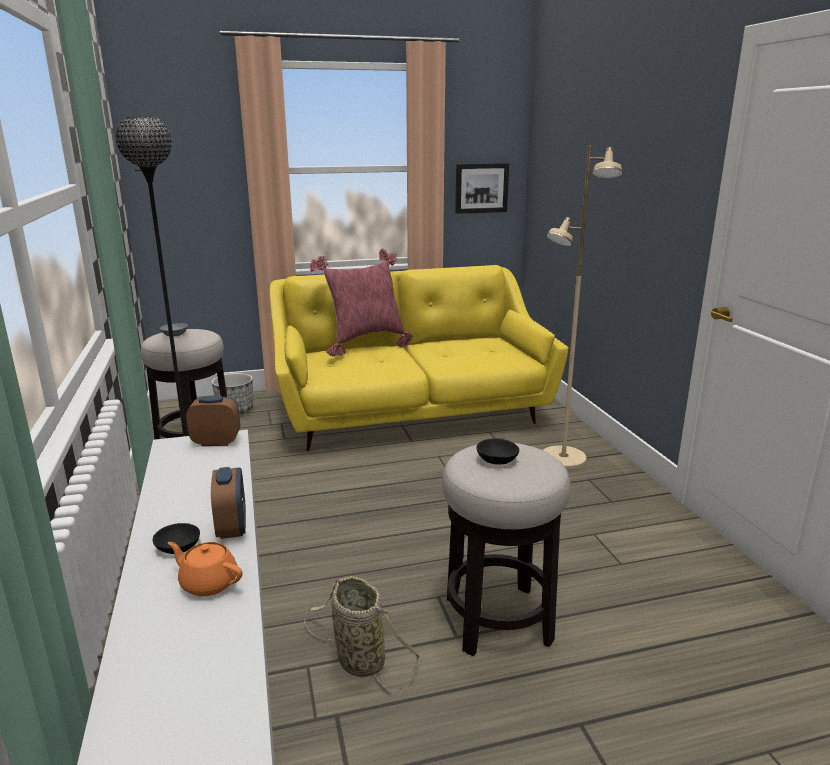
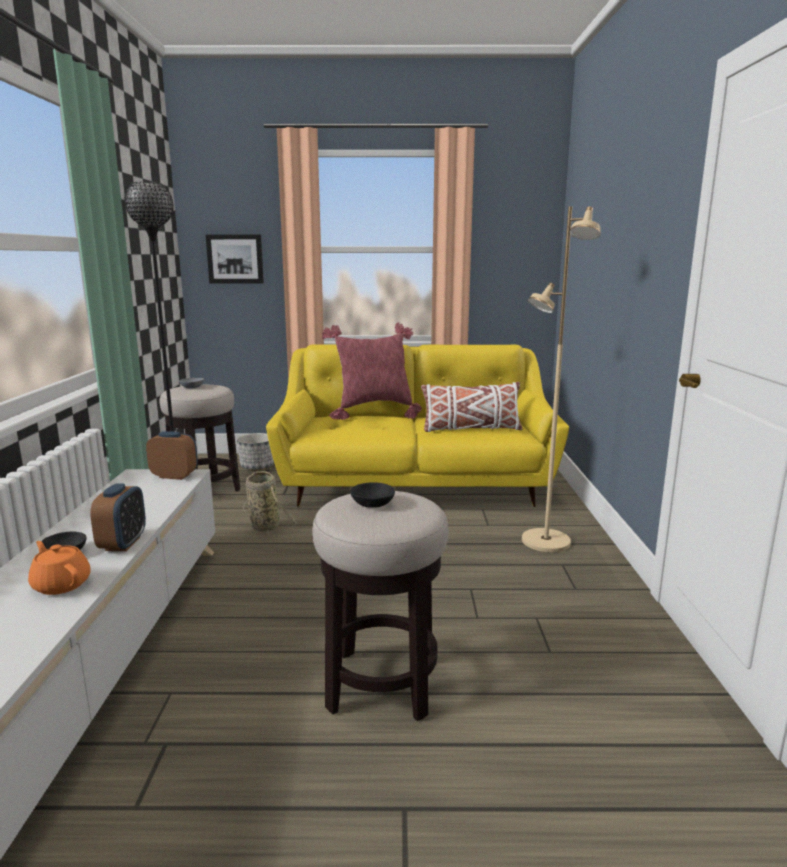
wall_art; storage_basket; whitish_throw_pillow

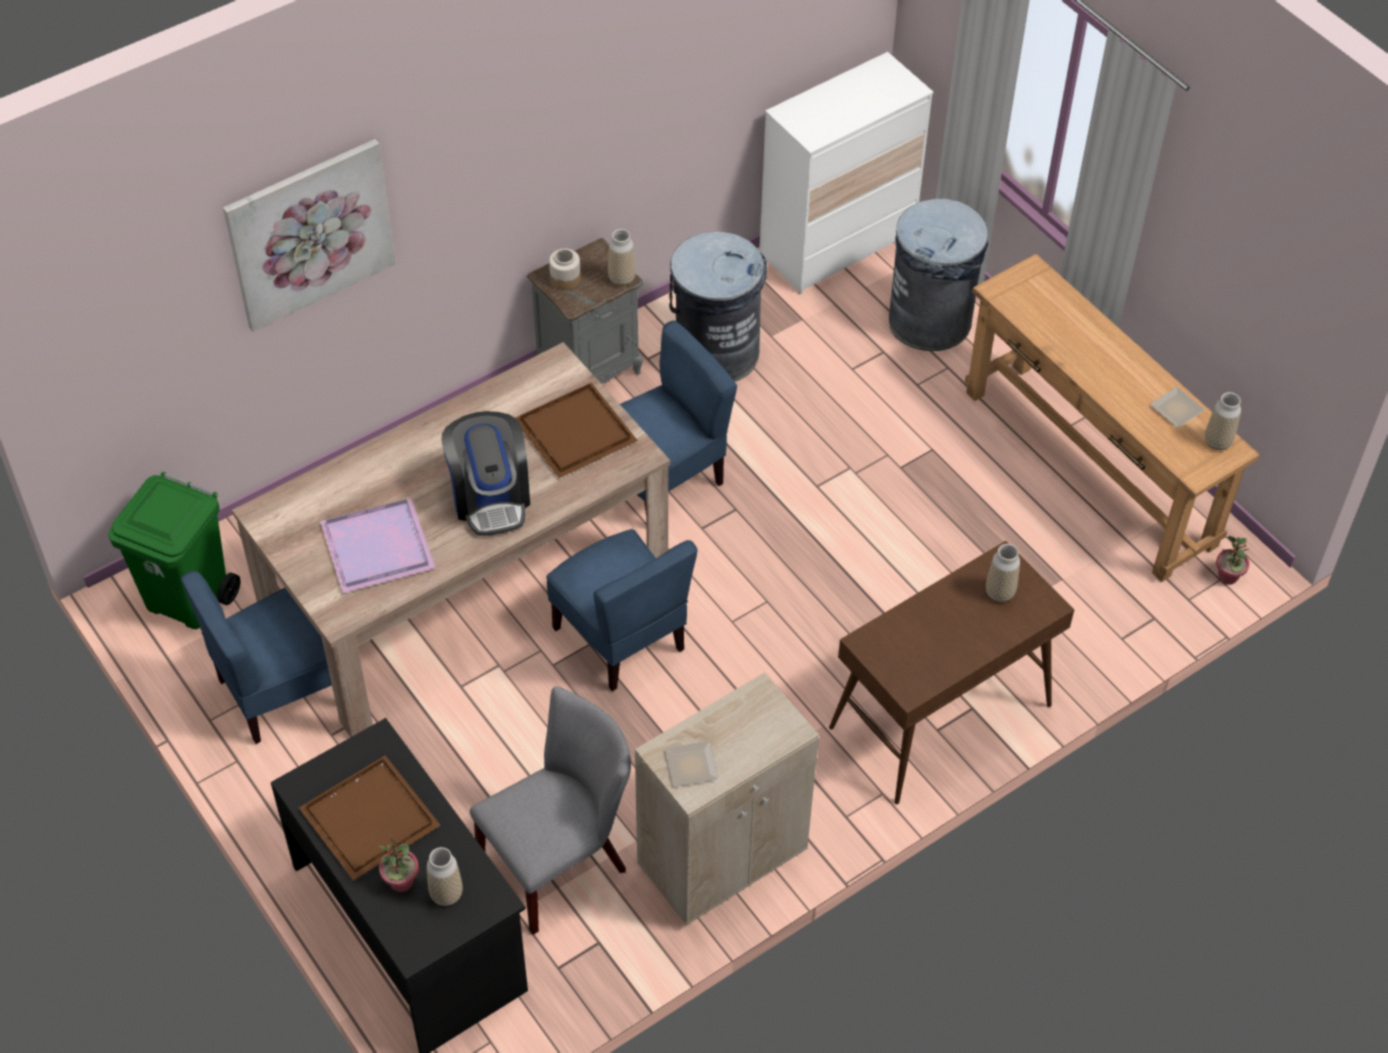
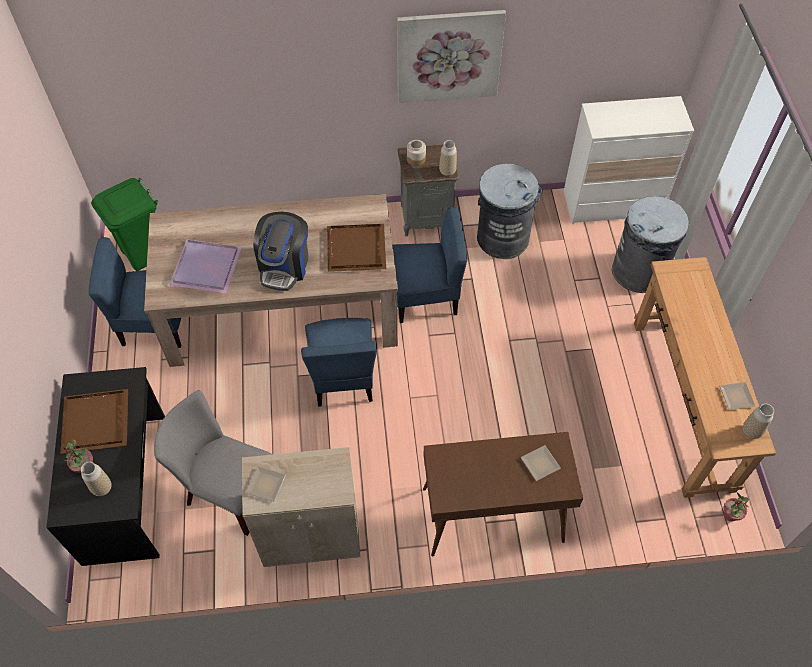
wall_art; plate (no. 2 from left); greyish_chair

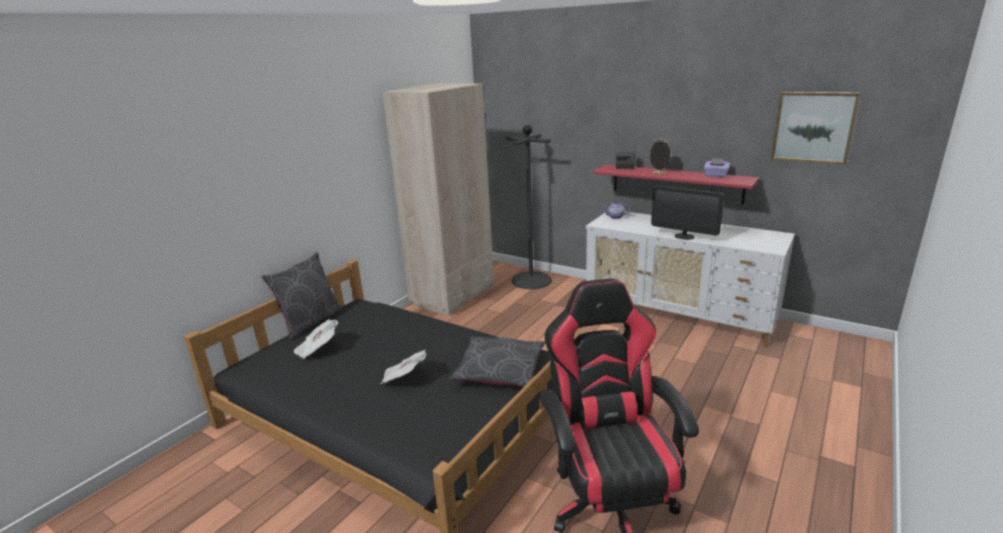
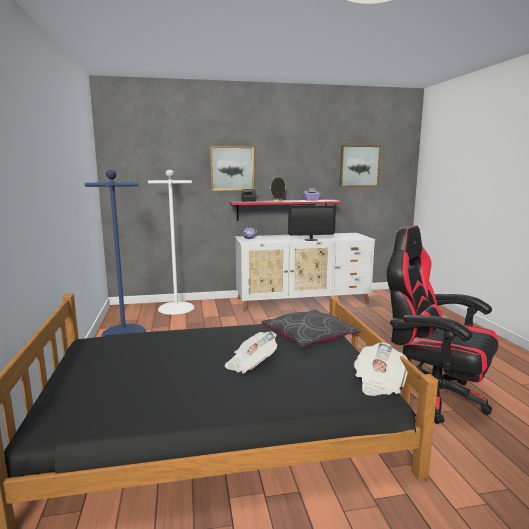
bluish_garment_stand; whitish_garment_stand; greyish_throw_pillow (no. 1 from left in the first image); daily_paper (no. 2 from left); wall_art (no. 1 from left)

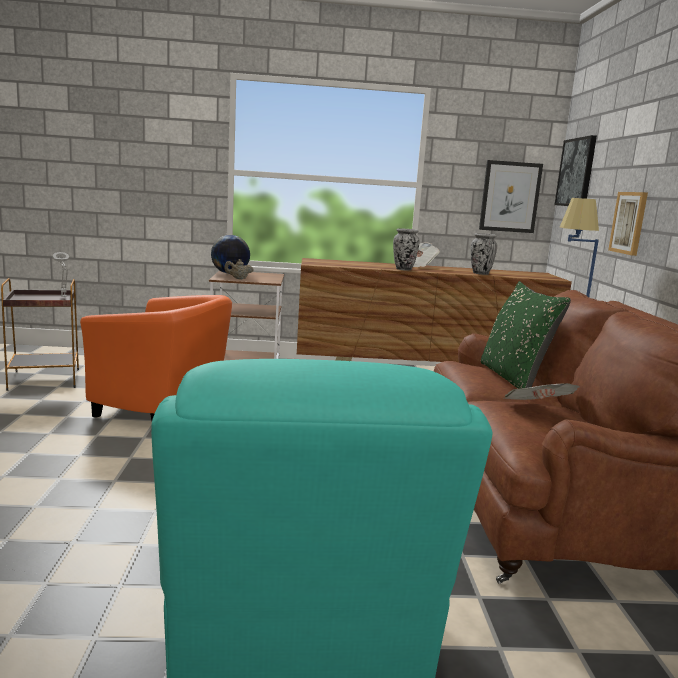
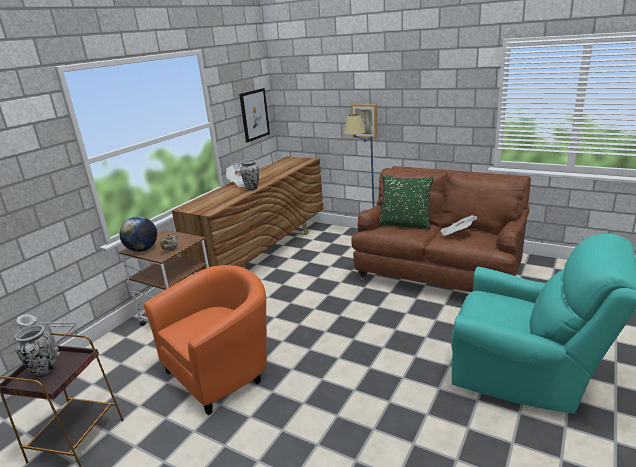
wall_art (no. 2 from left in the first image); vase (no. 1 from left)

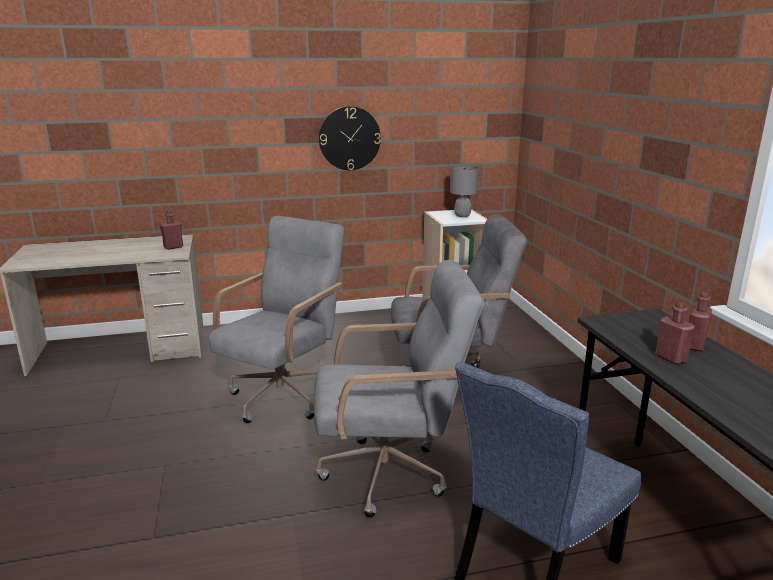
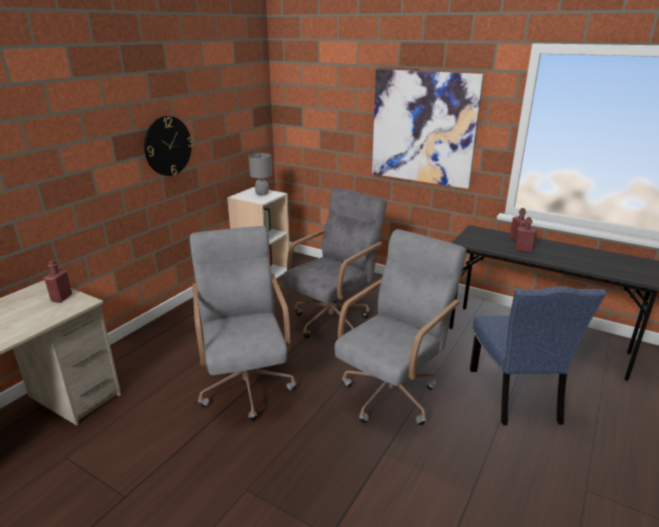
wall_art

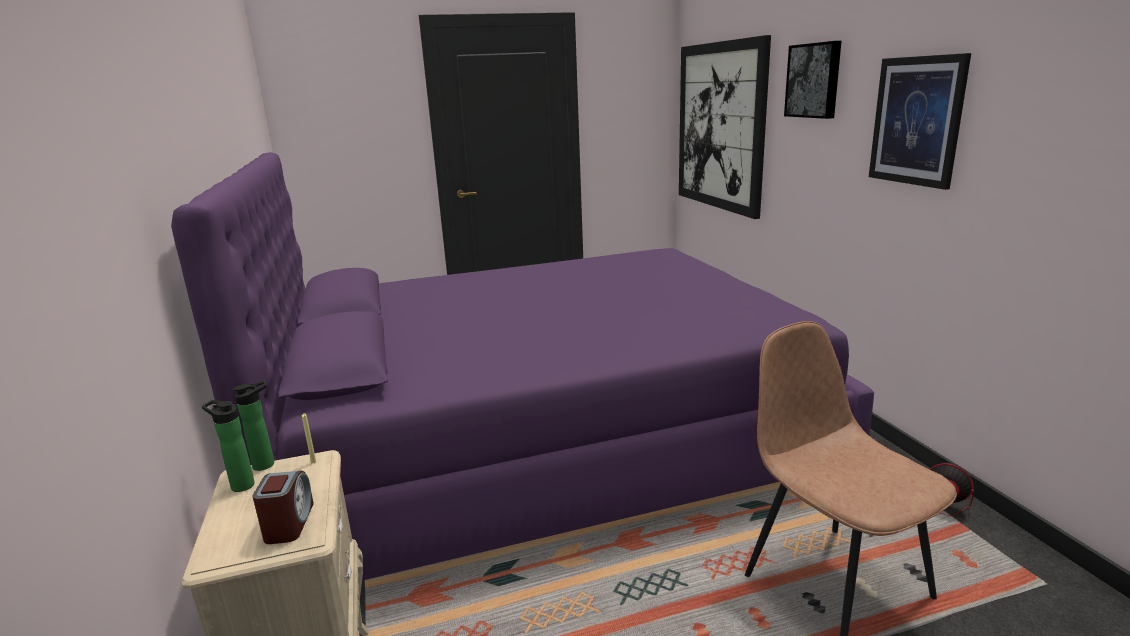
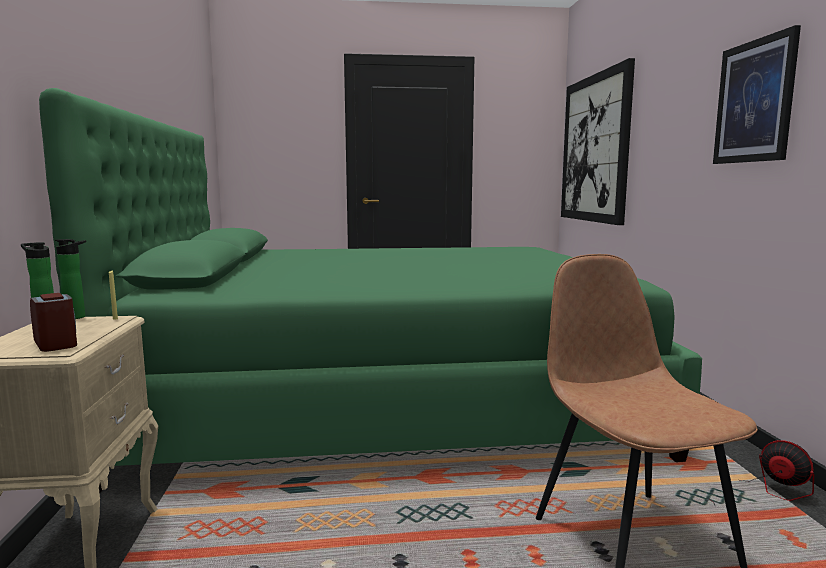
wall_art (no. 2 from left in the first image); greenish_bed; alarm_clock

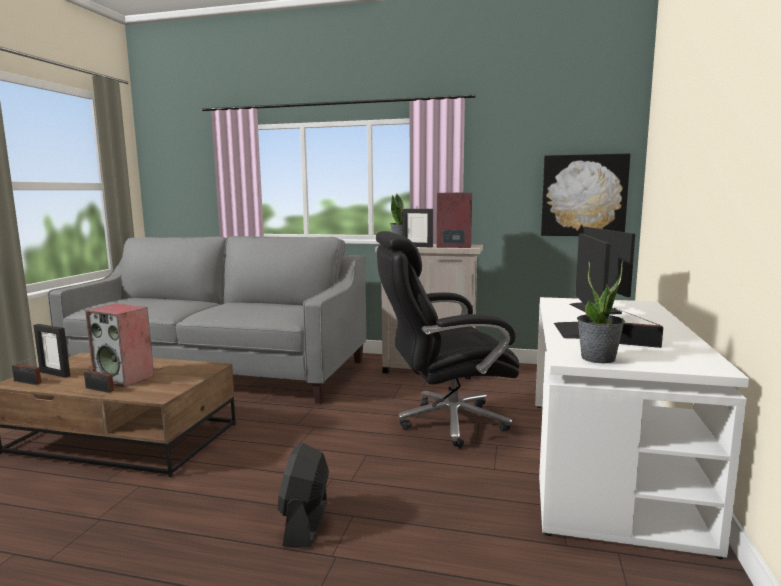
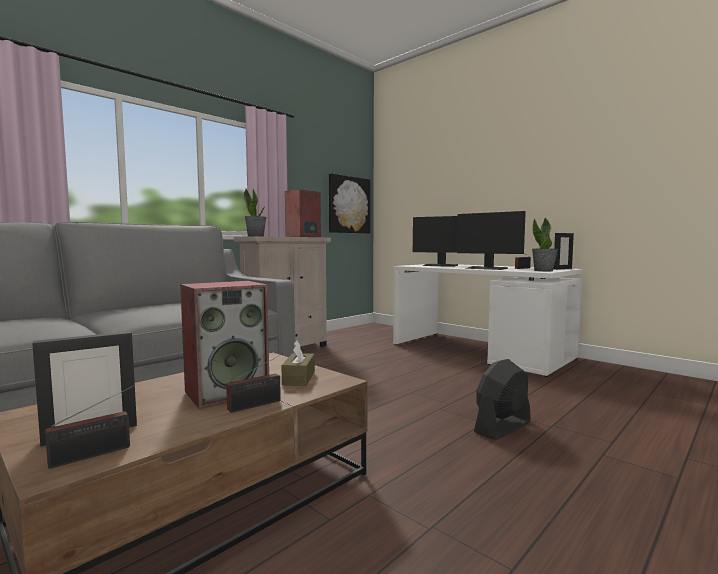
standing_frame (no. 2 from left); blackish_desk_chair; blackish_cooling_fan; brown-coloured_tissue_holder

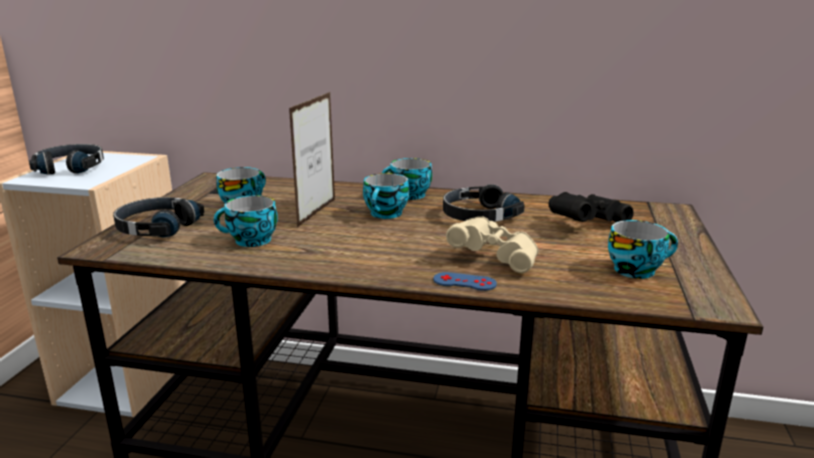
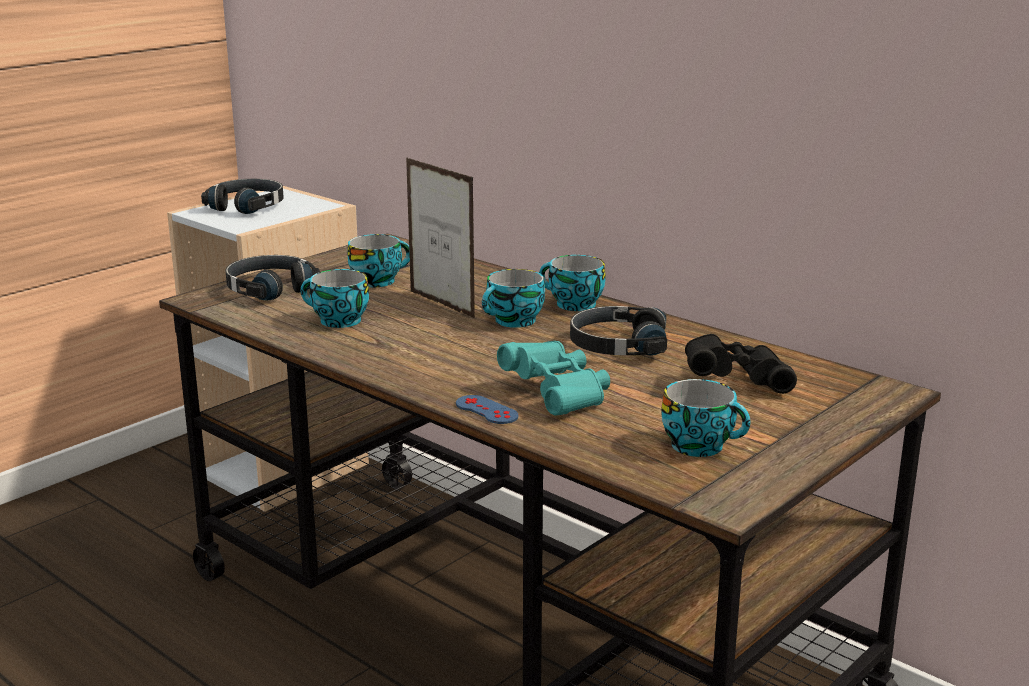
standing_frame; turquoise_pair_of_binoculars

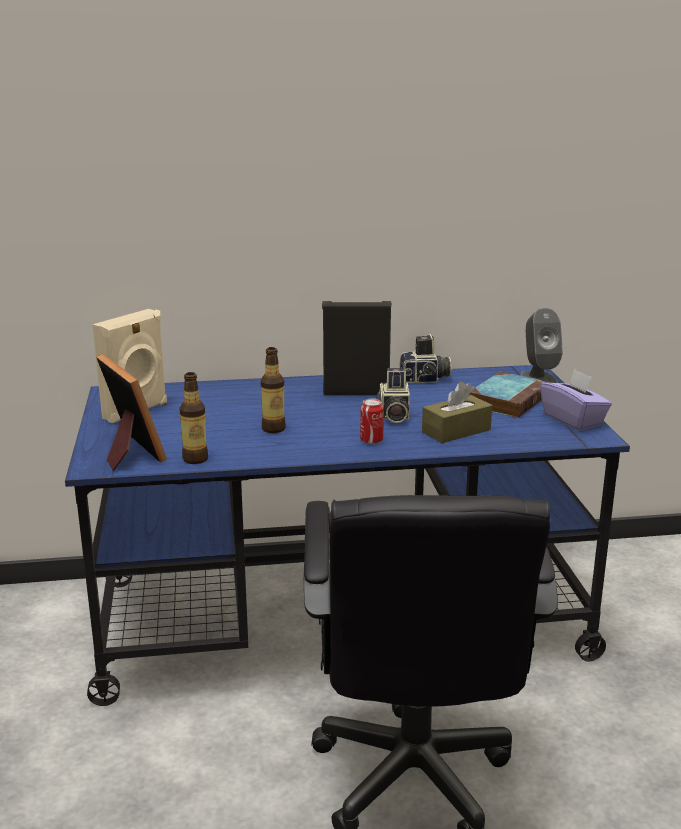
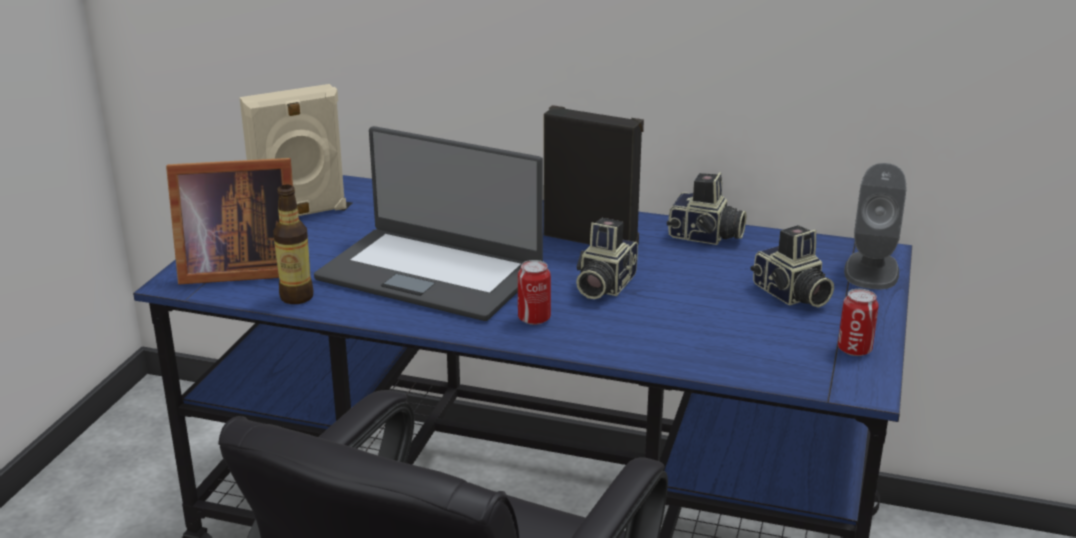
notebook_computer; standing_frame; sealed_can (no. 2 from left); still_camera (no. 3 from left); brown-coloured_tissue_holder

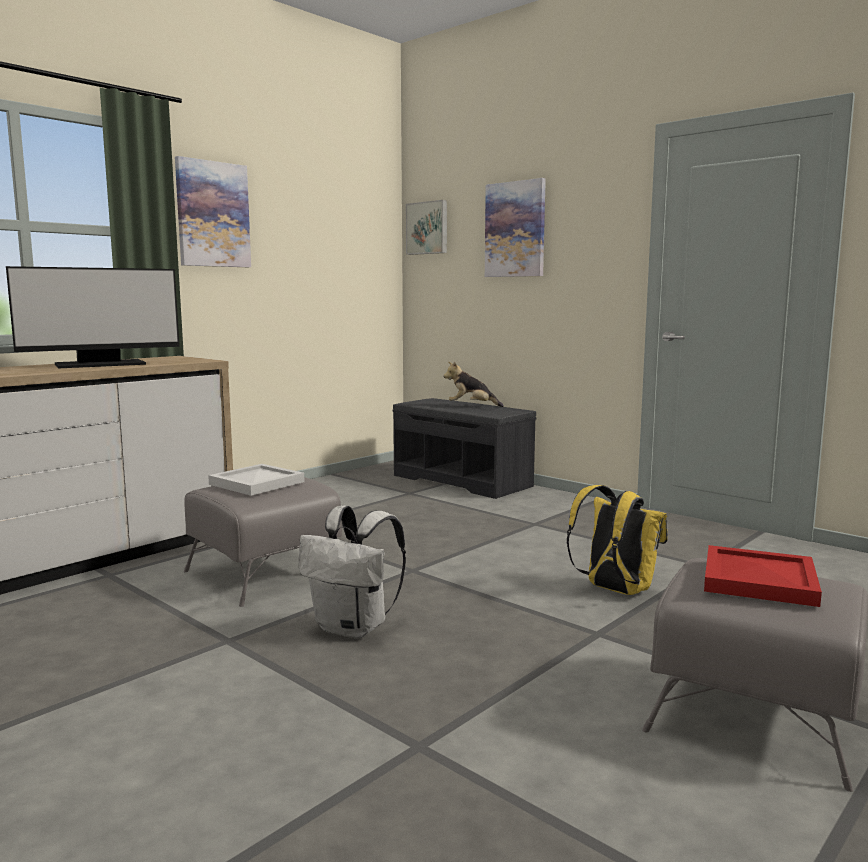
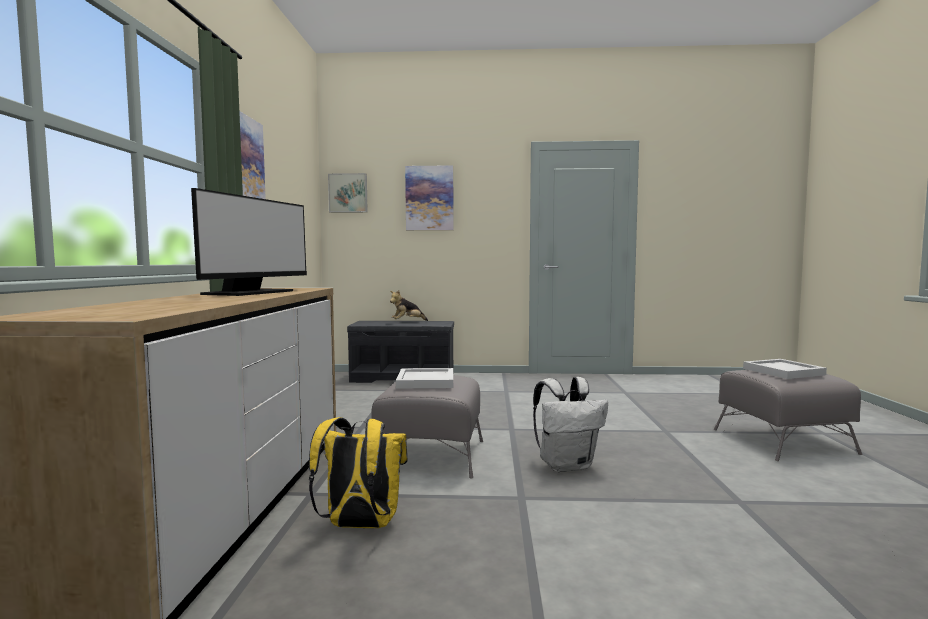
yellow_rucksack; whitish_serving_tray (no. 2 from left)

